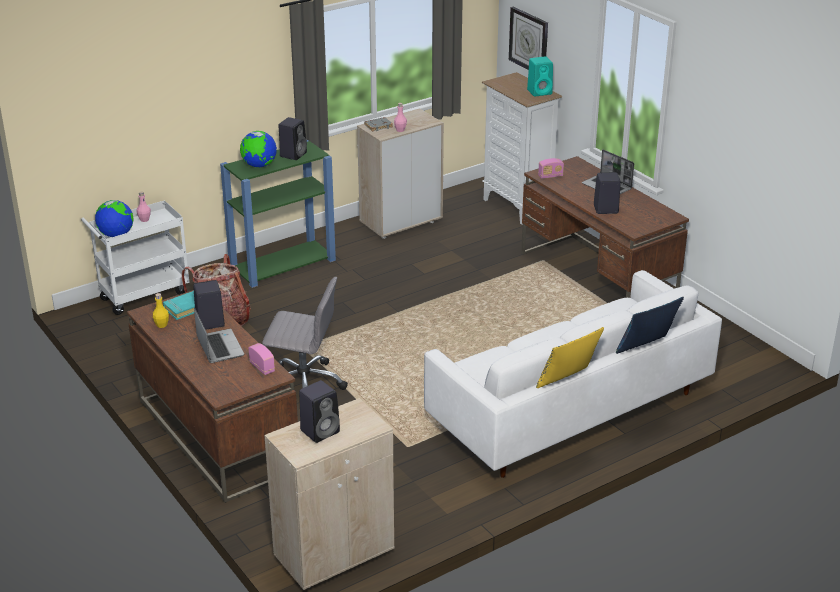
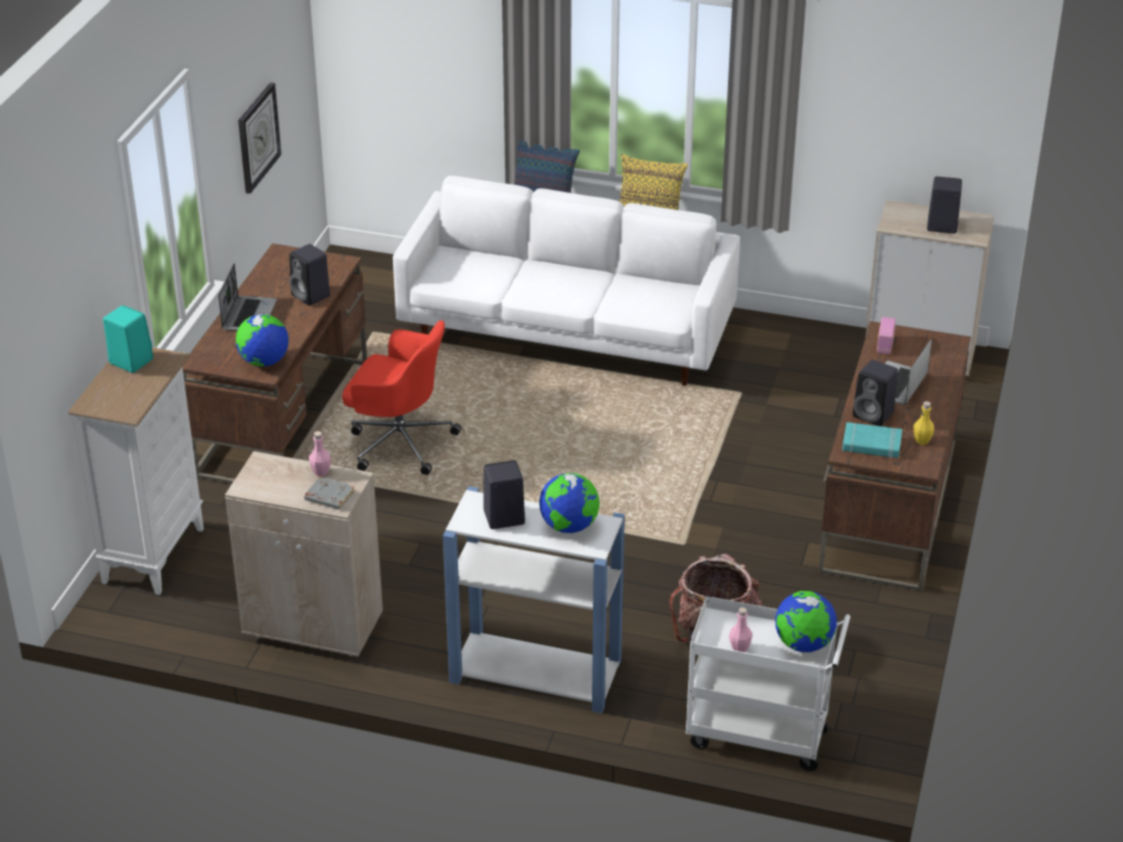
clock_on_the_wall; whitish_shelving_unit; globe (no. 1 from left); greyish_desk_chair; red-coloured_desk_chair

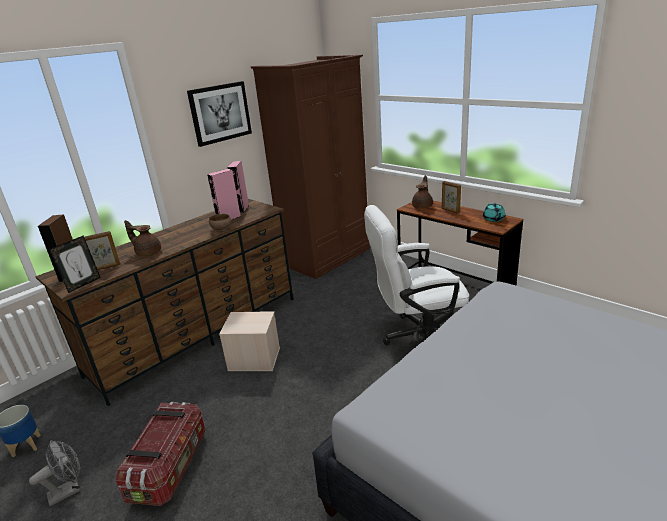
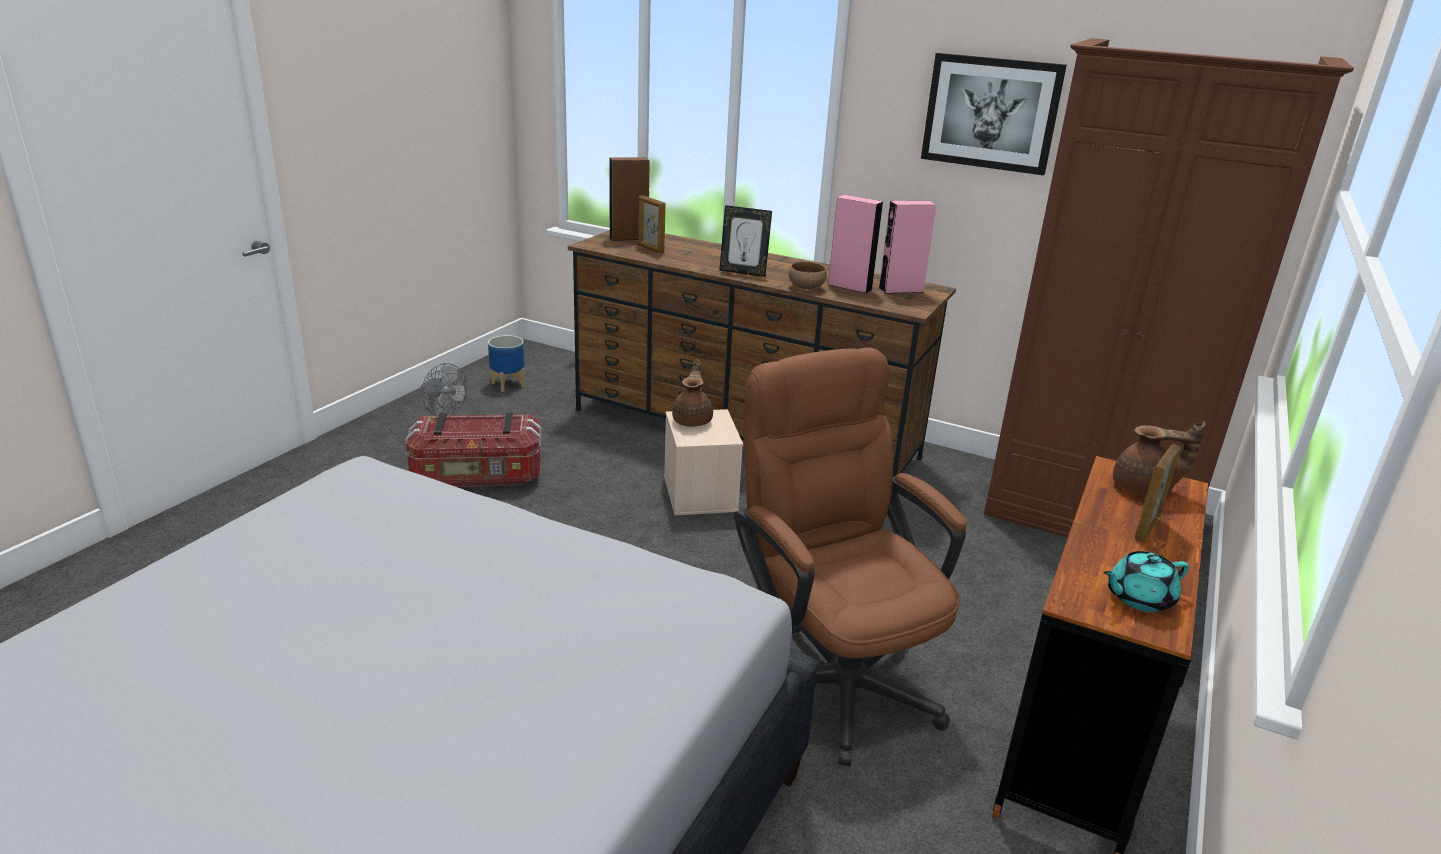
brown-coloured_desk_chair; brown-coloured_teapot (no. 1 from left); standing_frame (no. 2 from left)

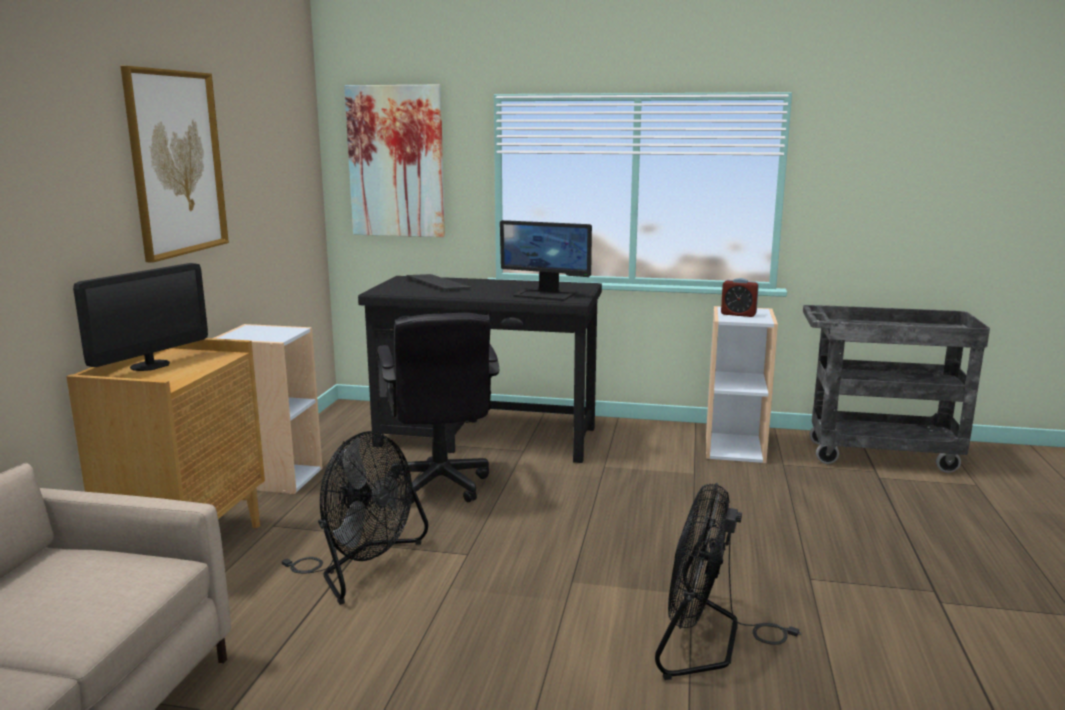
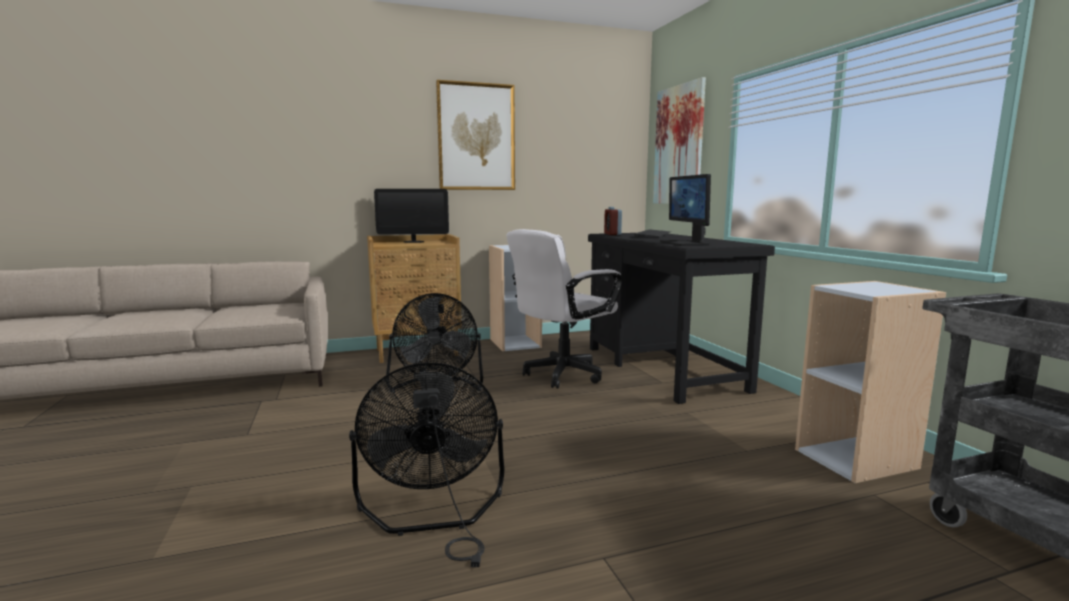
alarm_clock; whitish_desk_chair

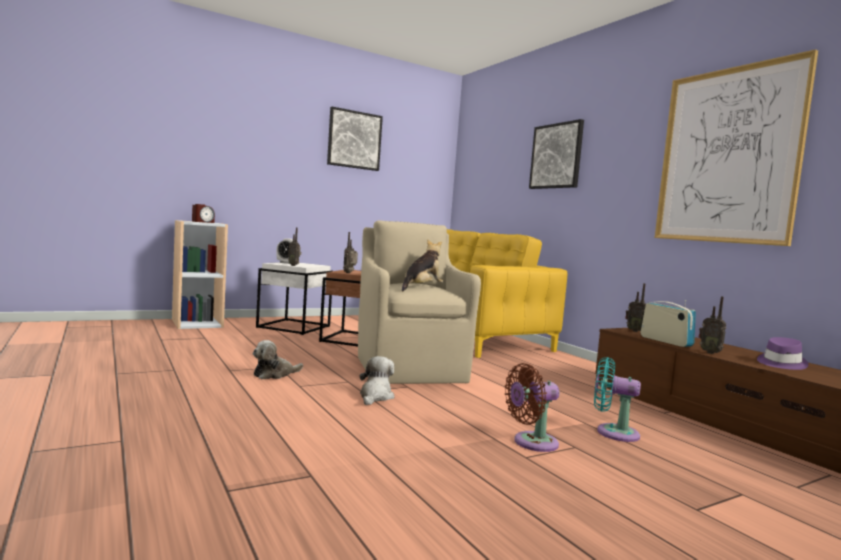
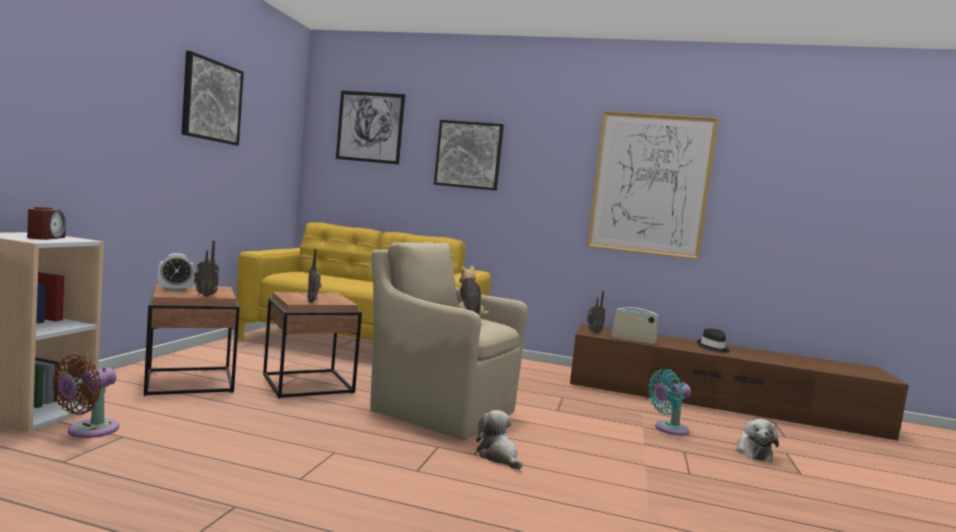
brown-coloured_end_table (no. 1 from left); radio_set (no. 5 from left in the first image); blackish_hat; soft_toy (no. 3 from left); brown-coloured_cooling_fan; wall_art (no. 2 from left)

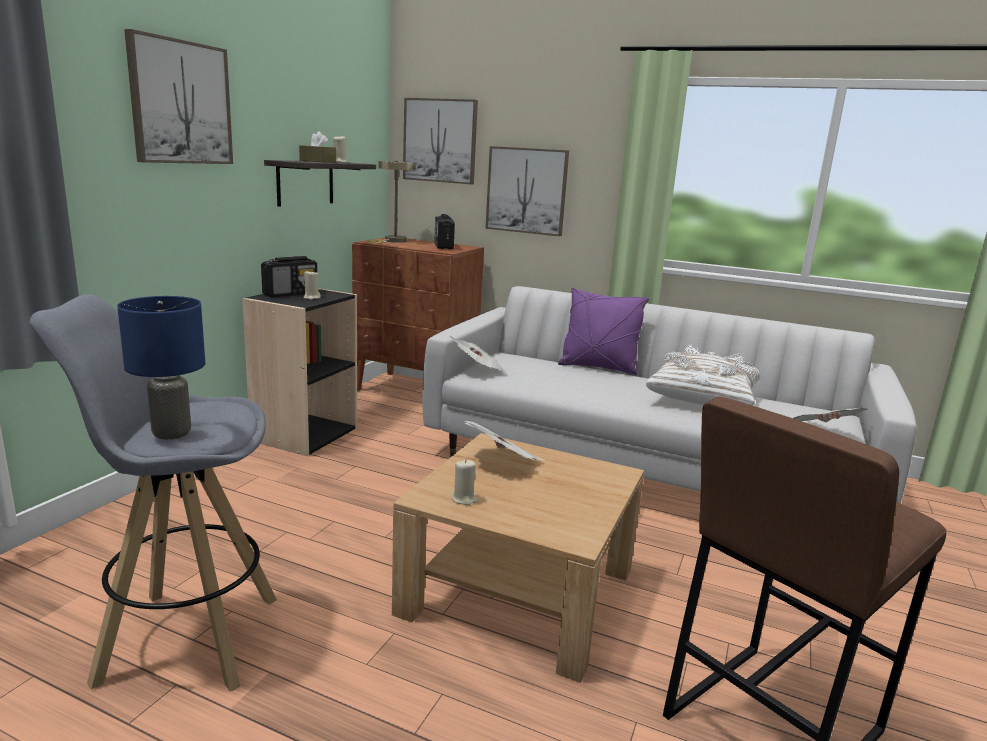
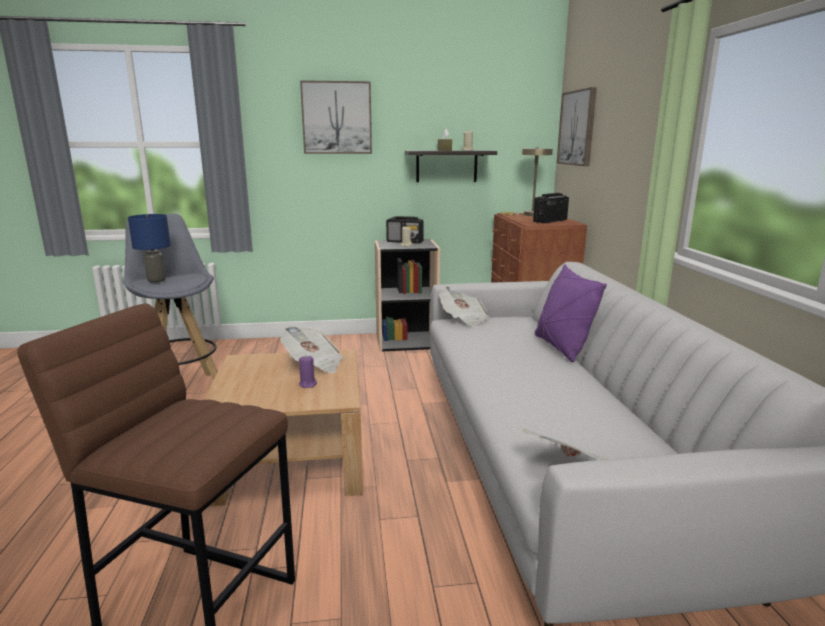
wall_art (no. 3 from left in the first image); whitish_throw_pillow; sand-coloured_wax_candle (no. 3 from left in the first image); purple_wax_candle

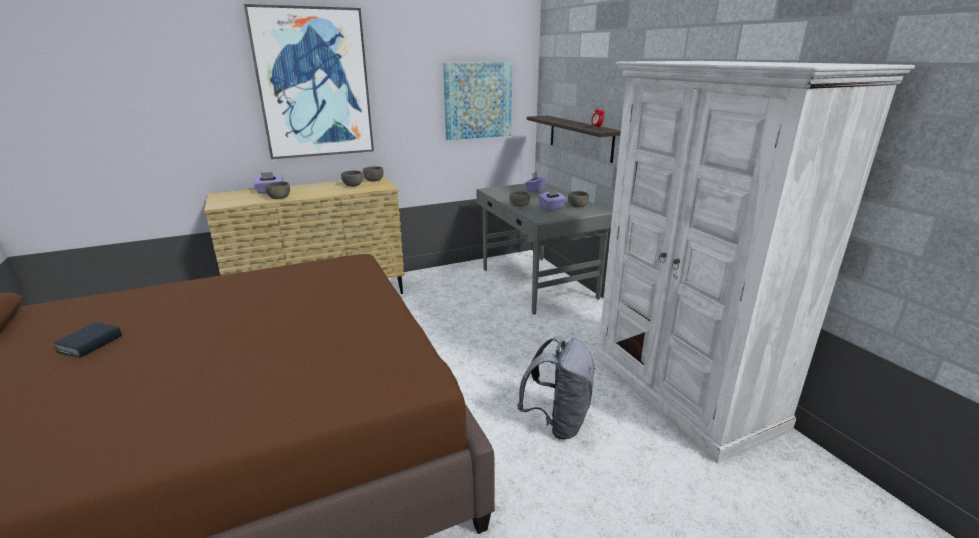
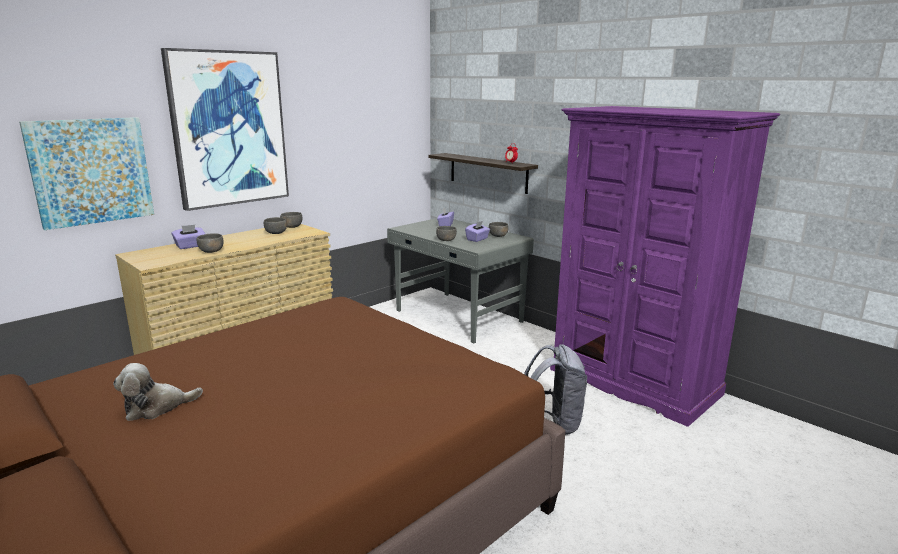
purple_wardrobe; wall_art (no. 1 from left); soft_toy

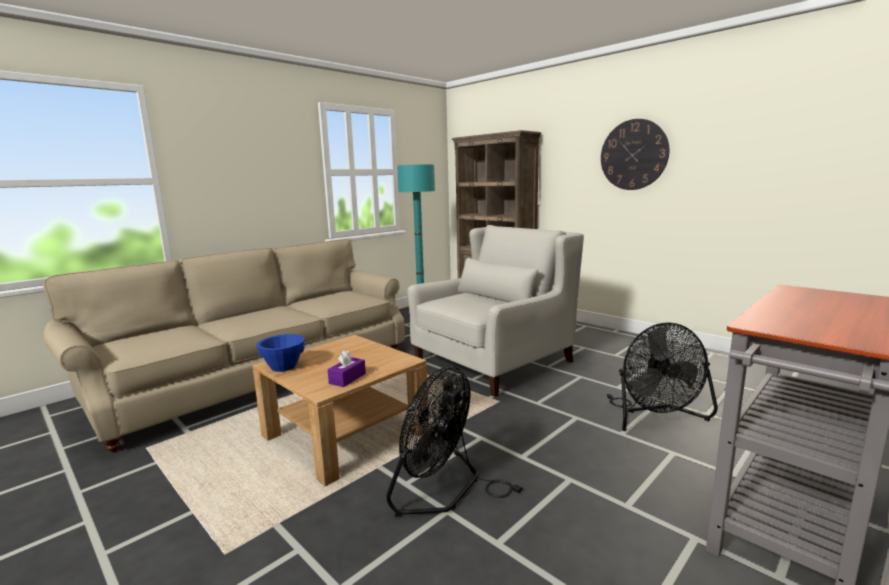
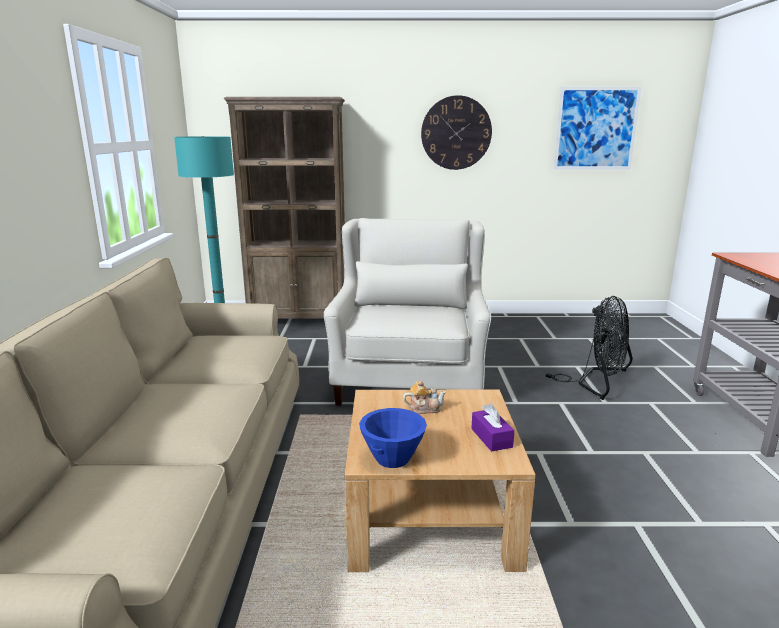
blackish_cooling_fan (no. 1 from left in the first image); wall_art; teapot

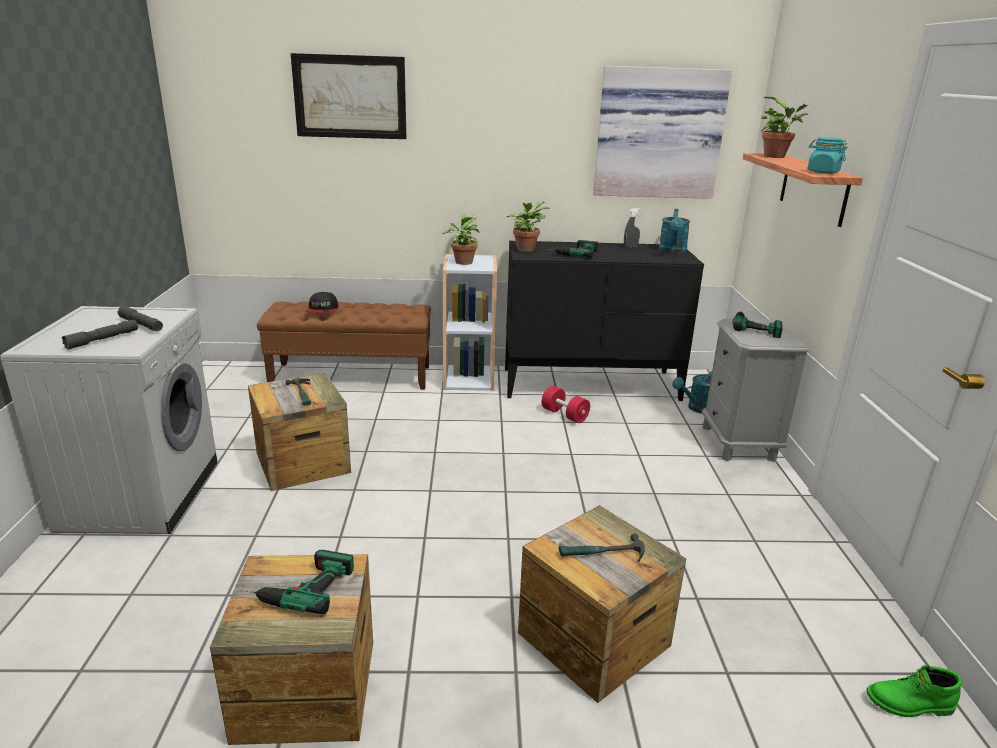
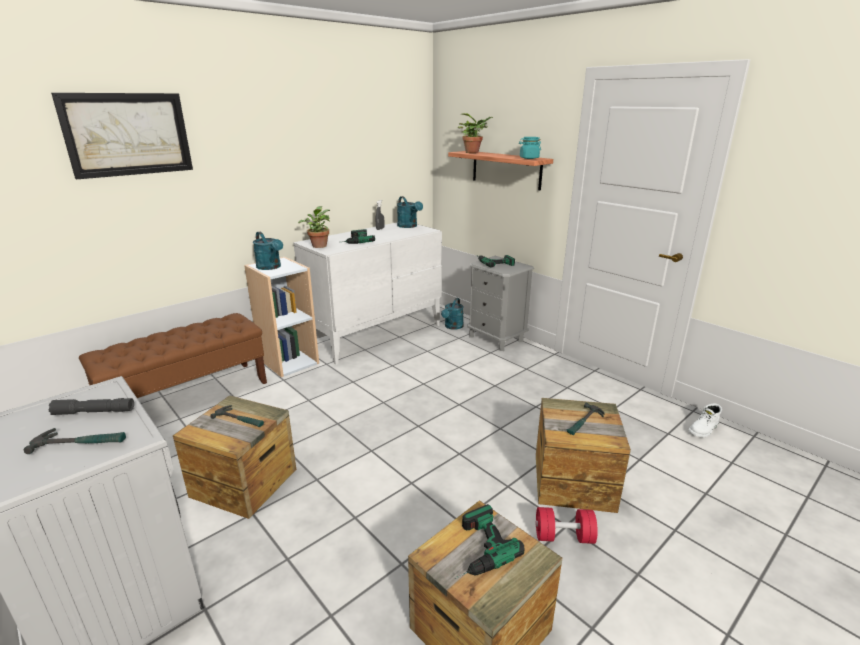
wall_art (no. 2 from left in the first image); turquoise_watering_pot (no. 1 from left); whitish_cabinet; peaked_cap; hammer (no. 1 from left); red-coloured_free_weight; whitish_high-top_boot

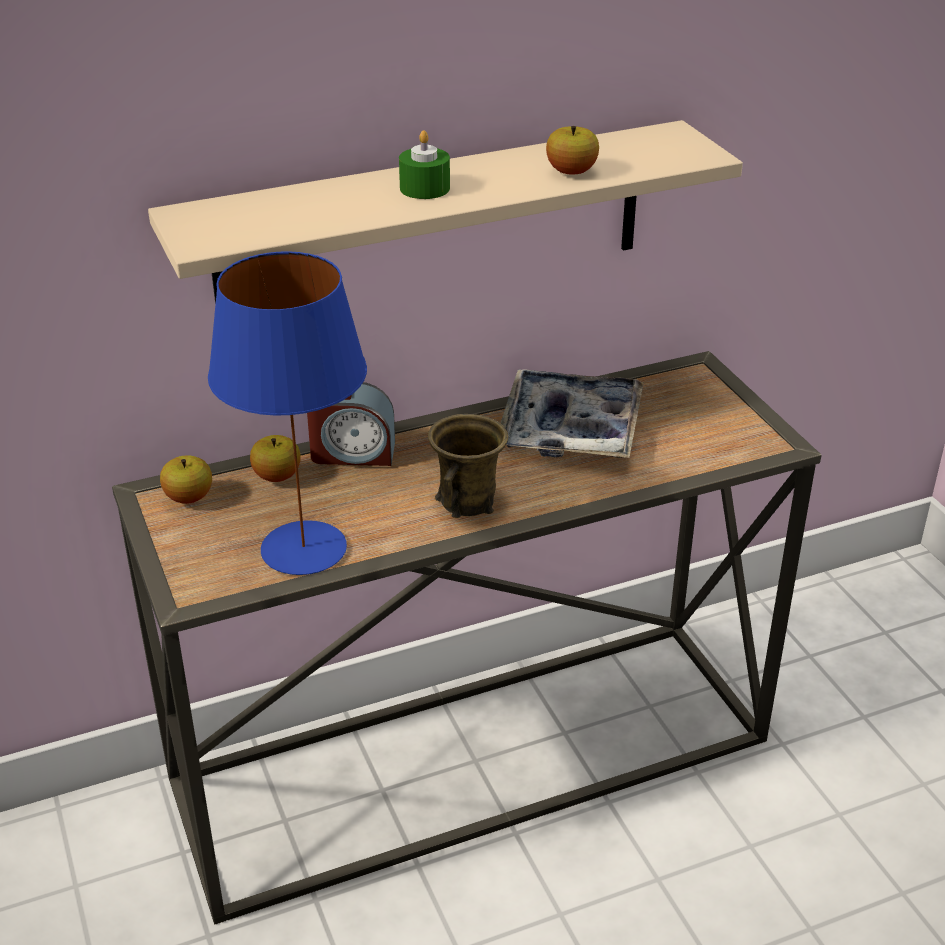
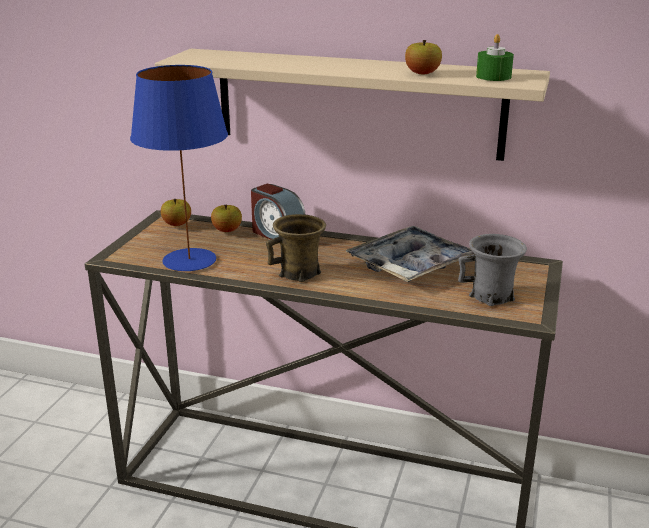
greenish_wax_candle; greyish_coffee_mug

